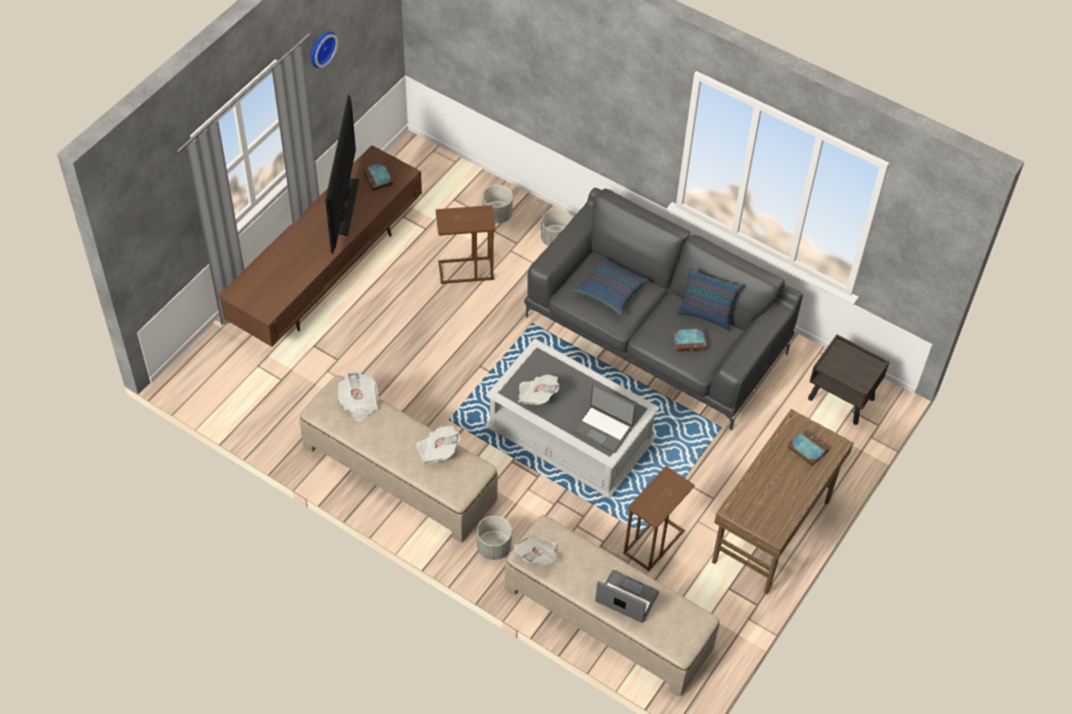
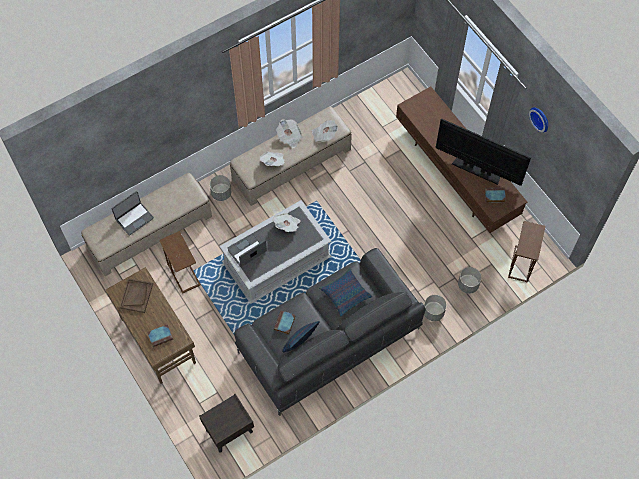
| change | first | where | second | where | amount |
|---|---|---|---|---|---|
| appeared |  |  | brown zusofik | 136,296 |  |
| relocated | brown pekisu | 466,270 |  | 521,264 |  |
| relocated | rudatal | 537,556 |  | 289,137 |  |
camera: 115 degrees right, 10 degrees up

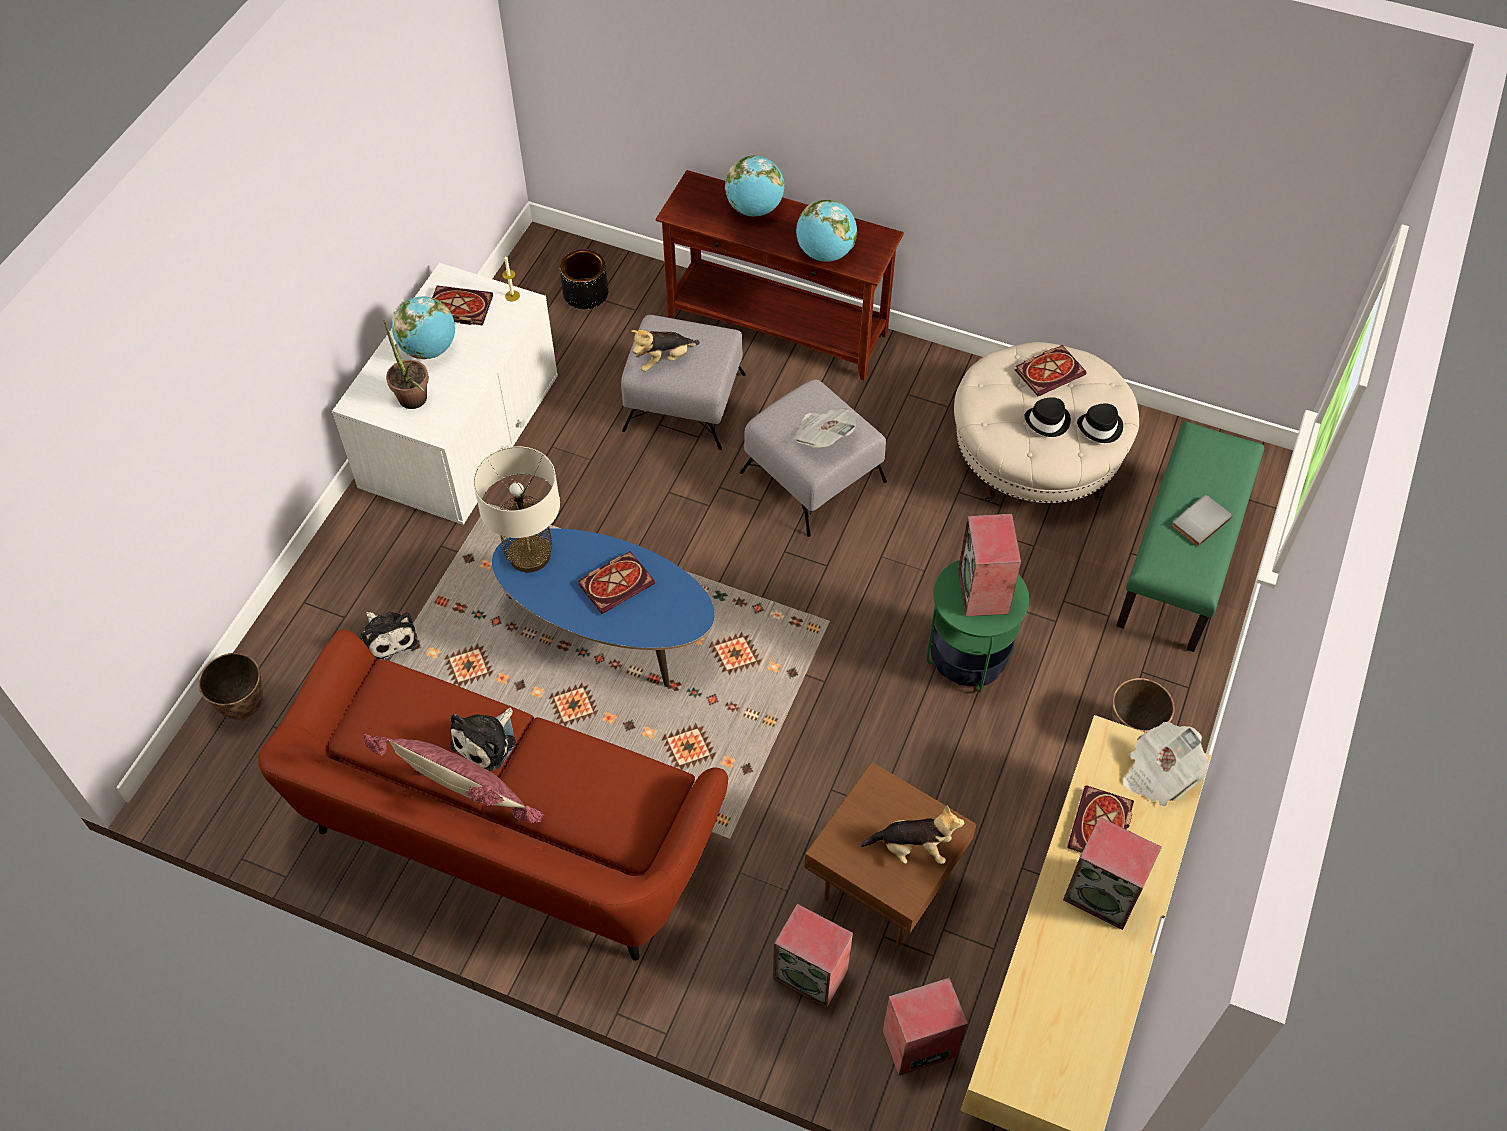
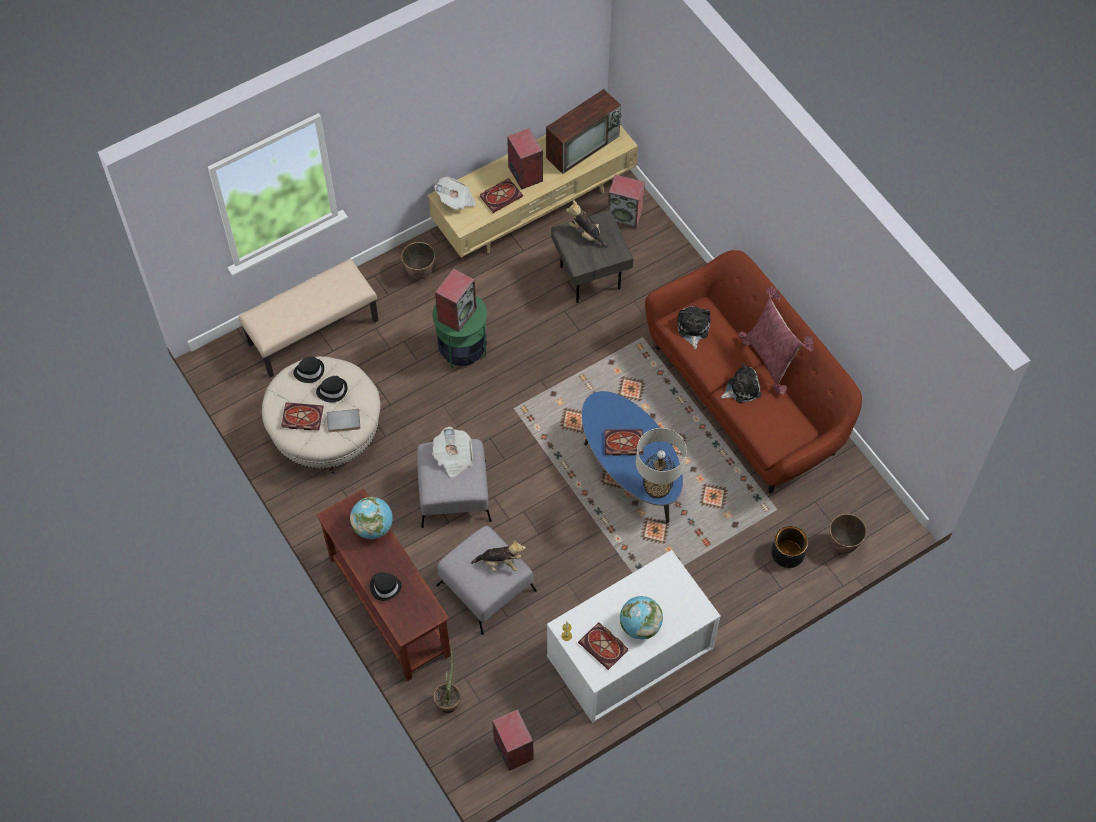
| change | first | where | second | where | amount |
|---|---|---|---|---|---|
| appeared |  |  | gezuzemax | 583,145 |  |
| relocated | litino | 387,637 |  | 693,328 |  |
| relocated | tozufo | 415,403 |  | 449,700 |  |
| relocated | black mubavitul | 586,294 |  | 787,553 |  |
| relocated | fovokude | 812,974 |  | 512,749 |  |
| relocated | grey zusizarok | 1199,521 |  | 343,422 |  |
| exchanged | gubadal | 754,209 | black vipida | 385,587 |  |
| colour | brown pekisu | 880,888 | grey pekisu | 592,278 |  |
| colour | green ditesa | 1181,561 | beige ditesa | 313,331 |  |
camera: 145 degrees left, 5 degrees up

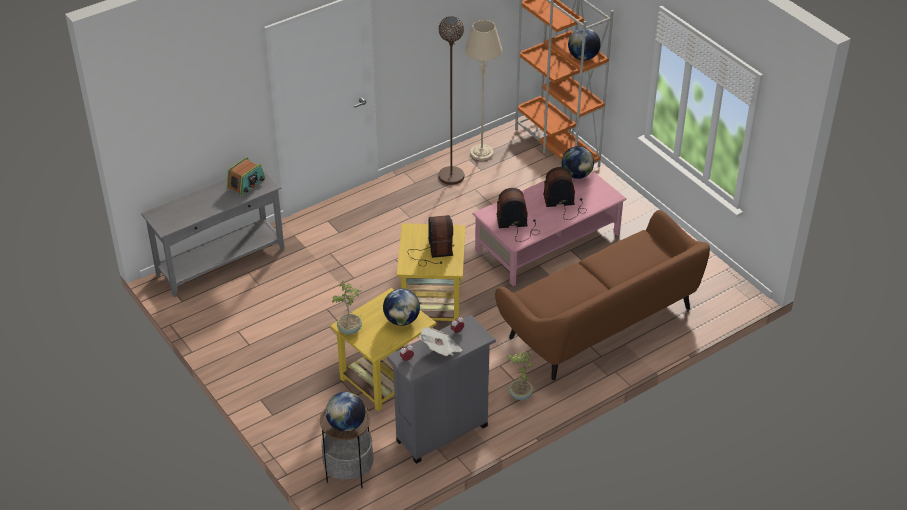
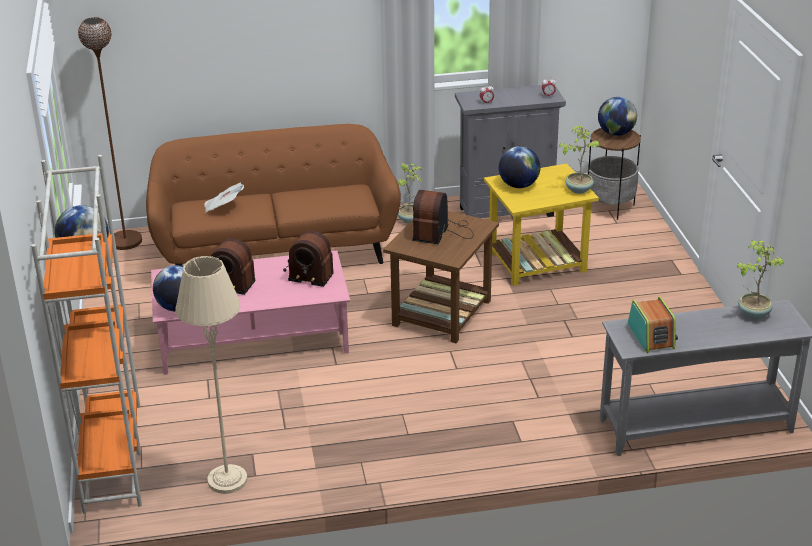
| change | first | where | second | where | amount |
|---|---|---|---|---|---|
| appeared |  |  | tozufo | 753,313 |  |
| relocated | rudatal | 440,350 |  | 223,207 |  |
| relocated | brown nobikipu | 451,176 |  | 125,241 |  |
| colour | yellow pekisu | 432,301 | brown pekisu | 441,313 |  |
| spun | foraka | 246,184 |  | 651,336 | 105 degrees clockwise |
camera: 155 degrees left, 10 degrees down

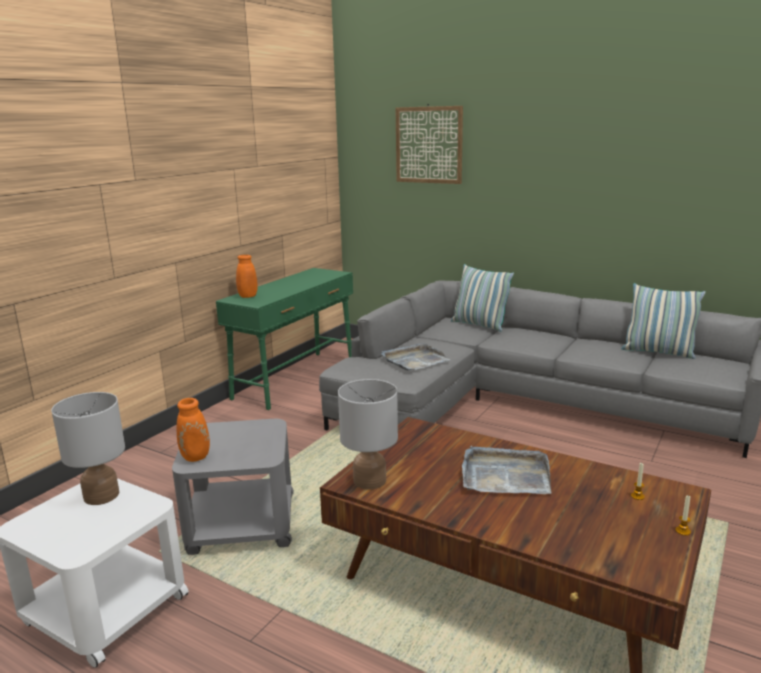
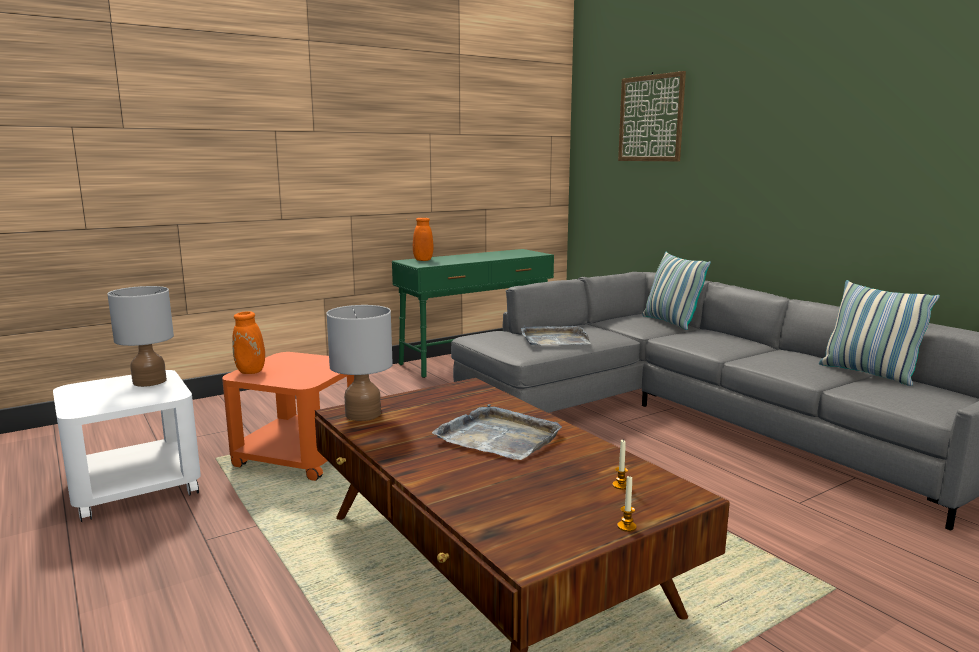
| change | first | where | second | where | amount |
|---|---|---|---|---|---|
| colour | grey pekisu | 241,524 | orange pekisu | 299,455 |  |
camera: 25 degrees right, 5 degrees down

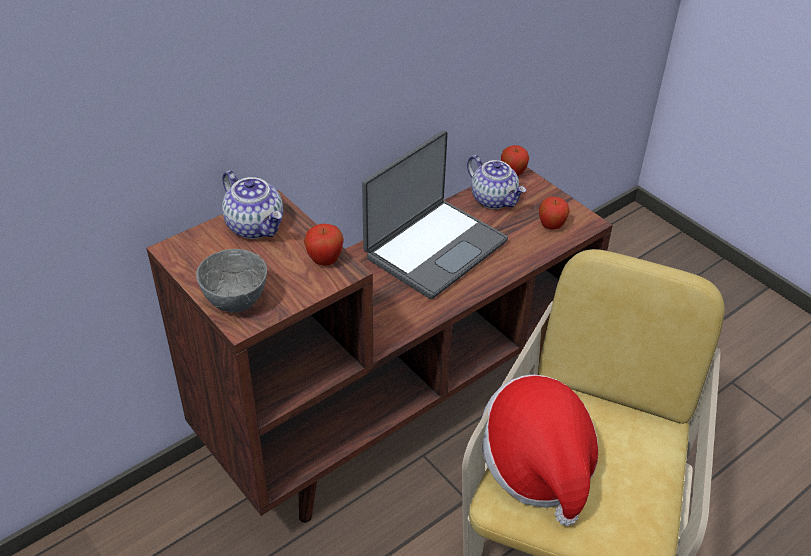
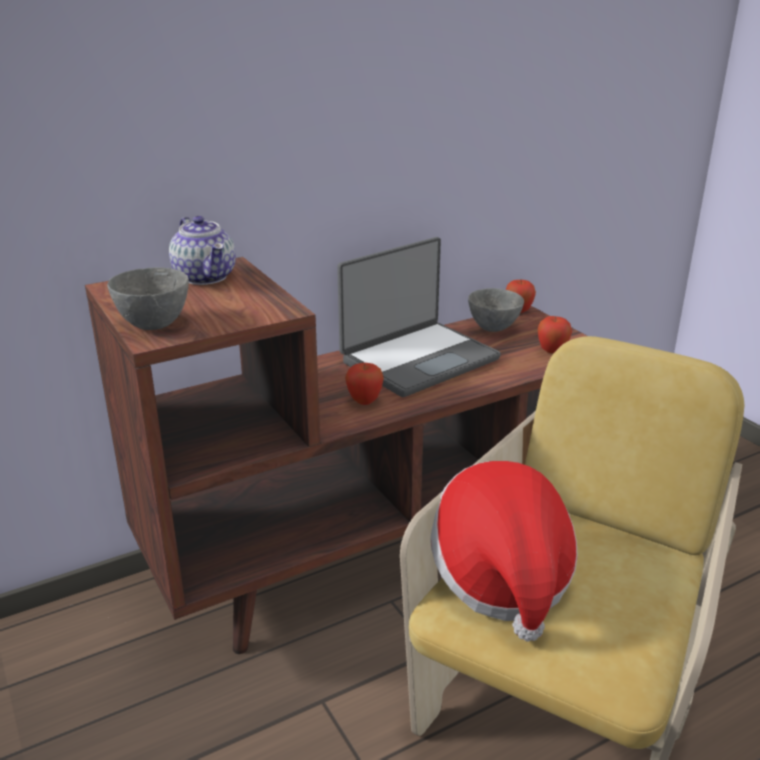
| change | first | where | second | where | amount |
|---|---|---|---|---|---|
| relocated | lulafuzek | 325,261 |  | 364,401 |  |
| exchanged | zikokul | 494,199 | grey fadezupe | 494,328 |  |
camera: 10 degrees right, 15 degrees down

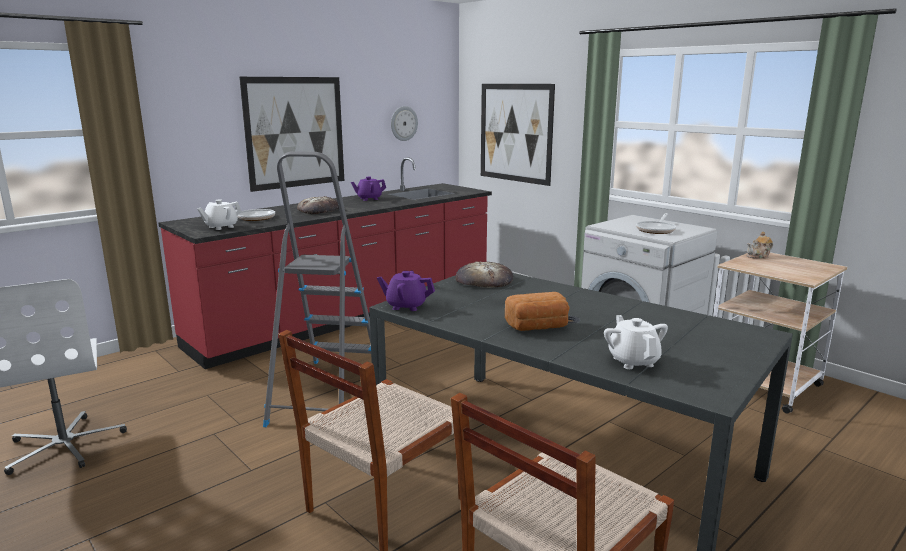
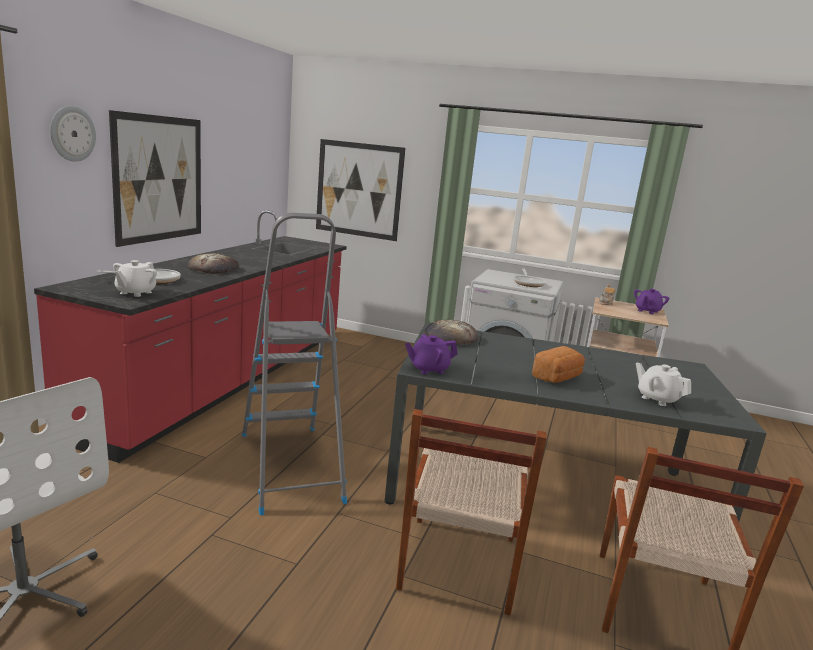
| change | first | where | second | where | amount |
|---|---|---|---|---|---|
| relocated | purple zikokul | 369,199 |  | 647,311 |  |
| relocated | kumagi | 403,123 |  | 72,133 |  |
camera: 30 degrees left, 0 degrees up

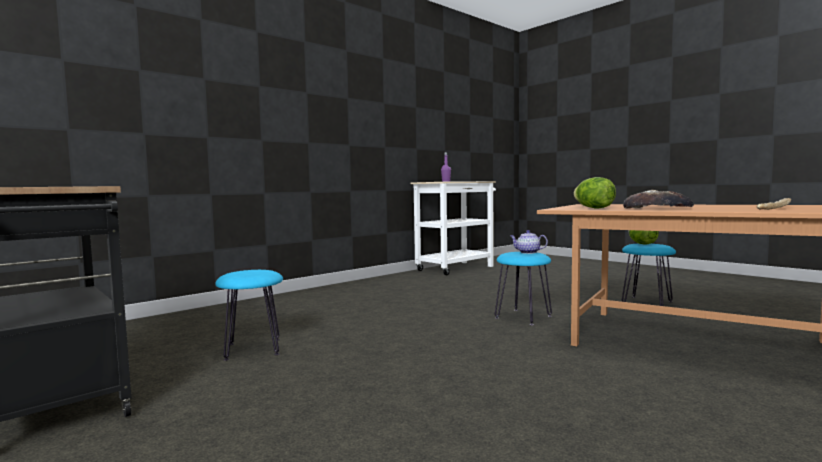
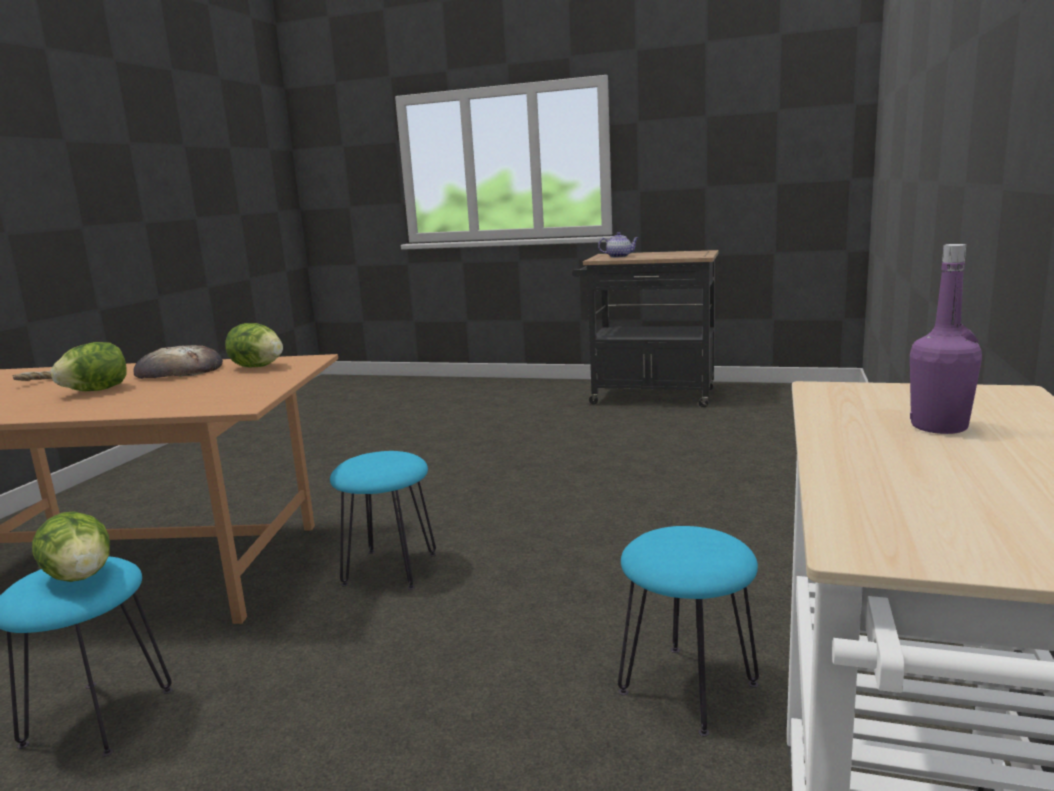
| change | first | where | second | where | amount |
|---|---|---|---|---|---|
| appeared |  |  | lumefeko | 96,391 |  |
| relocated | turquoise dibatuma | 253,349 |  | 688,688 |  |
| relocated | zikokul | 527,252 |  | 619,256 |  |
camera: 150 degrees right, 10 degrees up

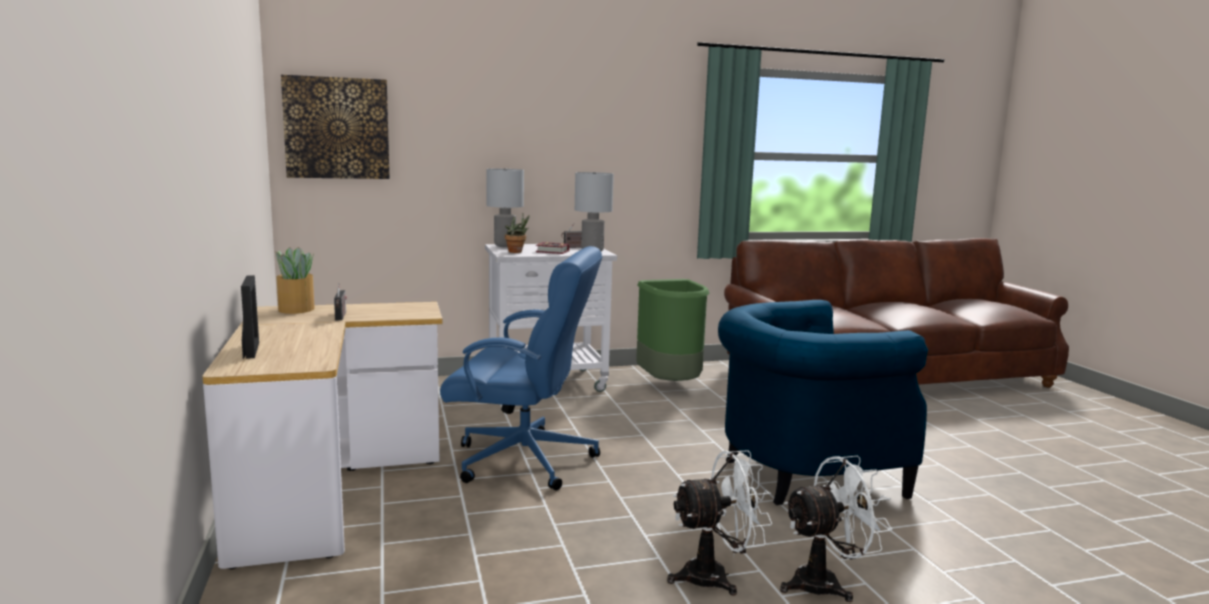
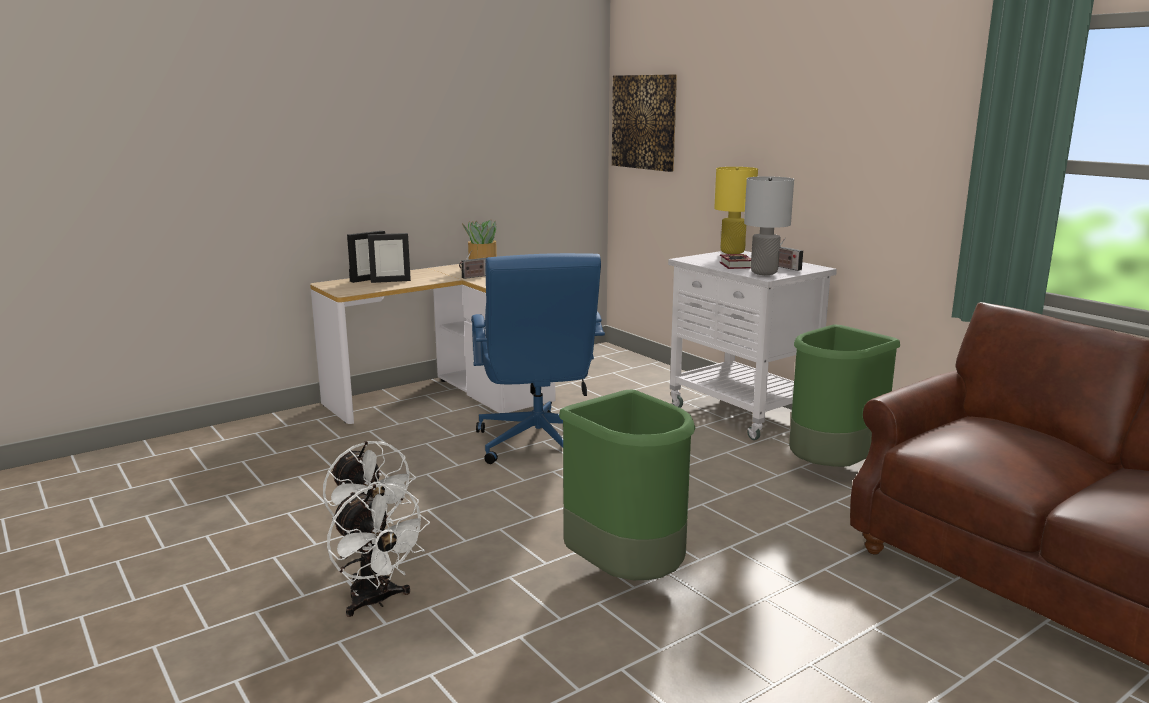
| change | first | where | second | where | amount |
|---|---|---|---|---|---|
| missing | tozufo | 517,252 |  |  |  |
| appeared |  |  | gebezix | 390,281 |  |
| exchanged | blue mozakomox | 802,475 | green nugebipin | 627,574 |  |
| colour | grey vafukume | 504,246 | yellow vafukume | 732,253 |  |
camera: 70 degrees right, 5 degrees up

